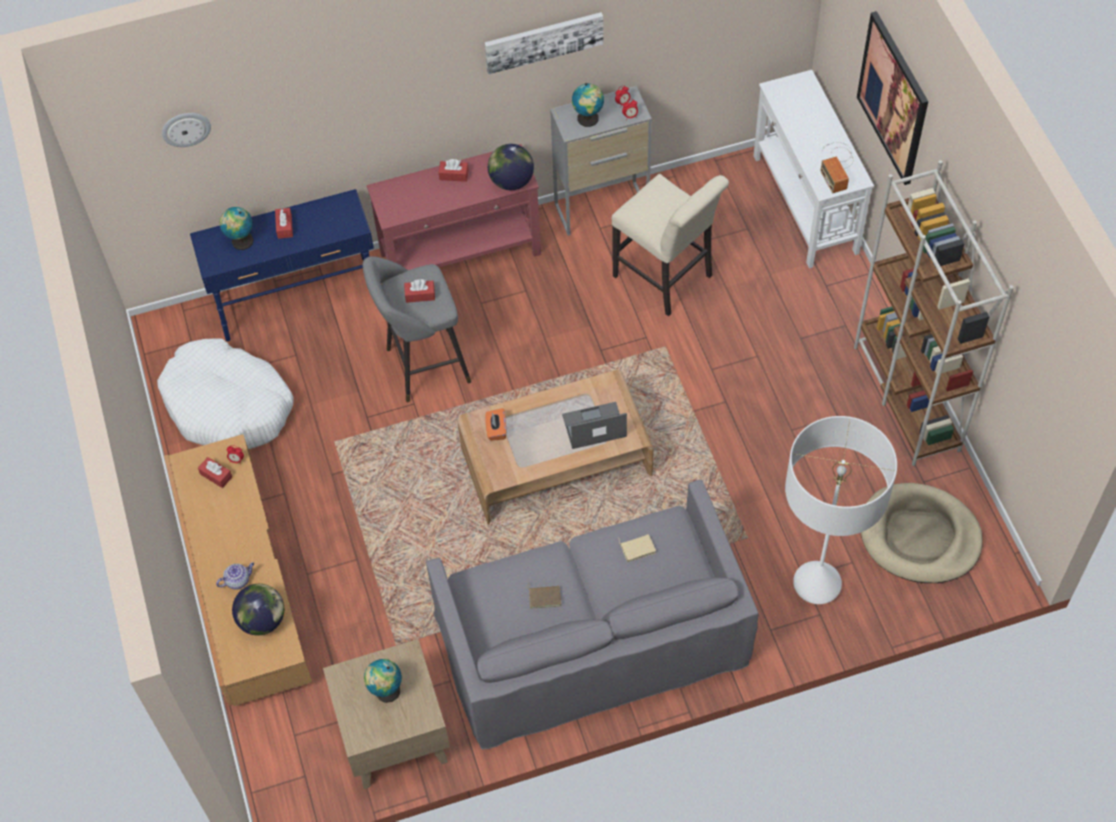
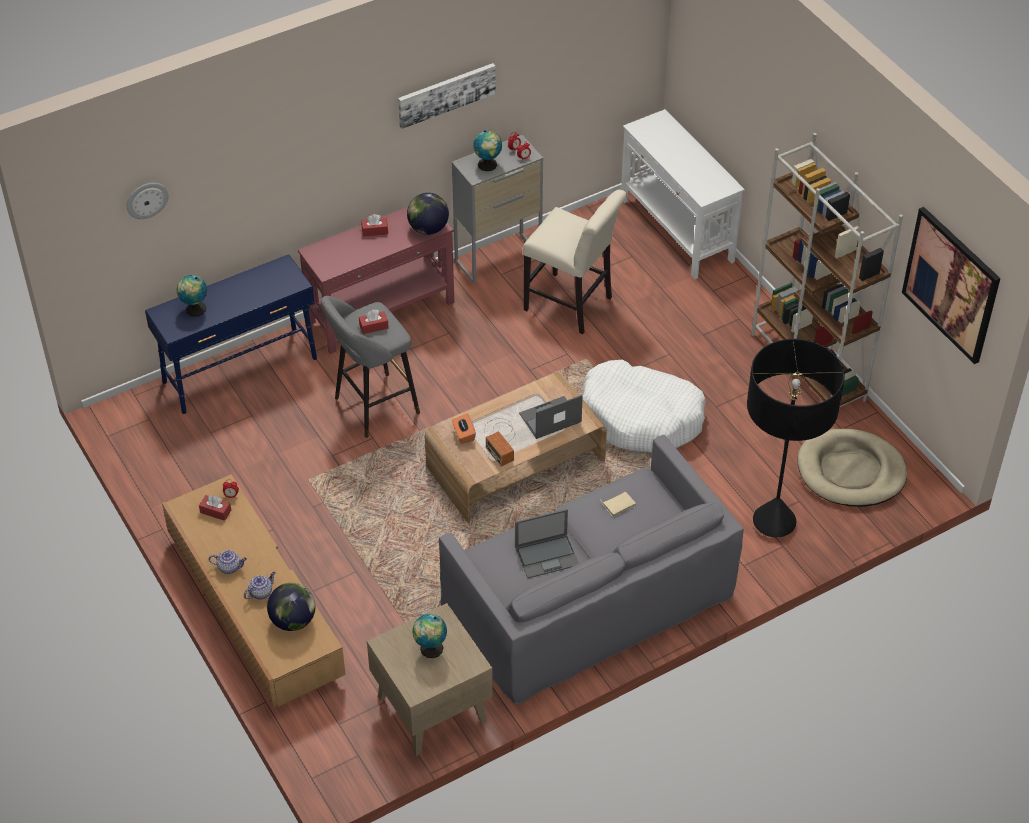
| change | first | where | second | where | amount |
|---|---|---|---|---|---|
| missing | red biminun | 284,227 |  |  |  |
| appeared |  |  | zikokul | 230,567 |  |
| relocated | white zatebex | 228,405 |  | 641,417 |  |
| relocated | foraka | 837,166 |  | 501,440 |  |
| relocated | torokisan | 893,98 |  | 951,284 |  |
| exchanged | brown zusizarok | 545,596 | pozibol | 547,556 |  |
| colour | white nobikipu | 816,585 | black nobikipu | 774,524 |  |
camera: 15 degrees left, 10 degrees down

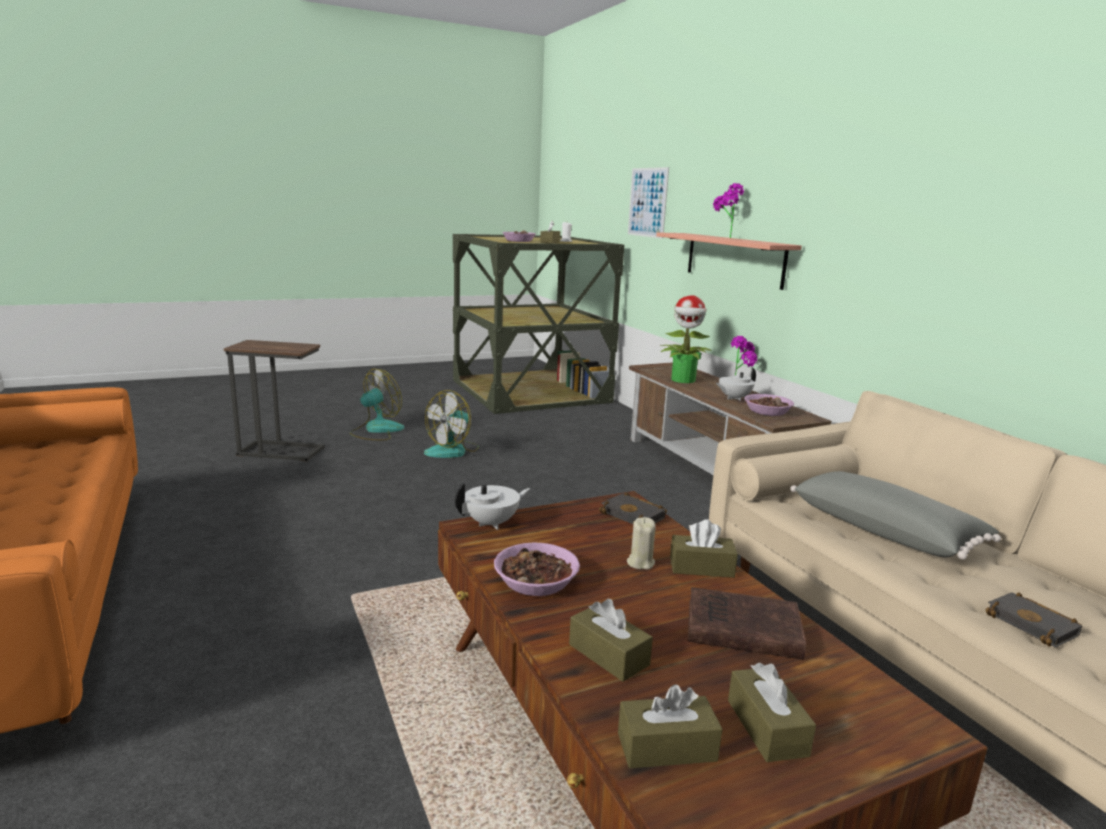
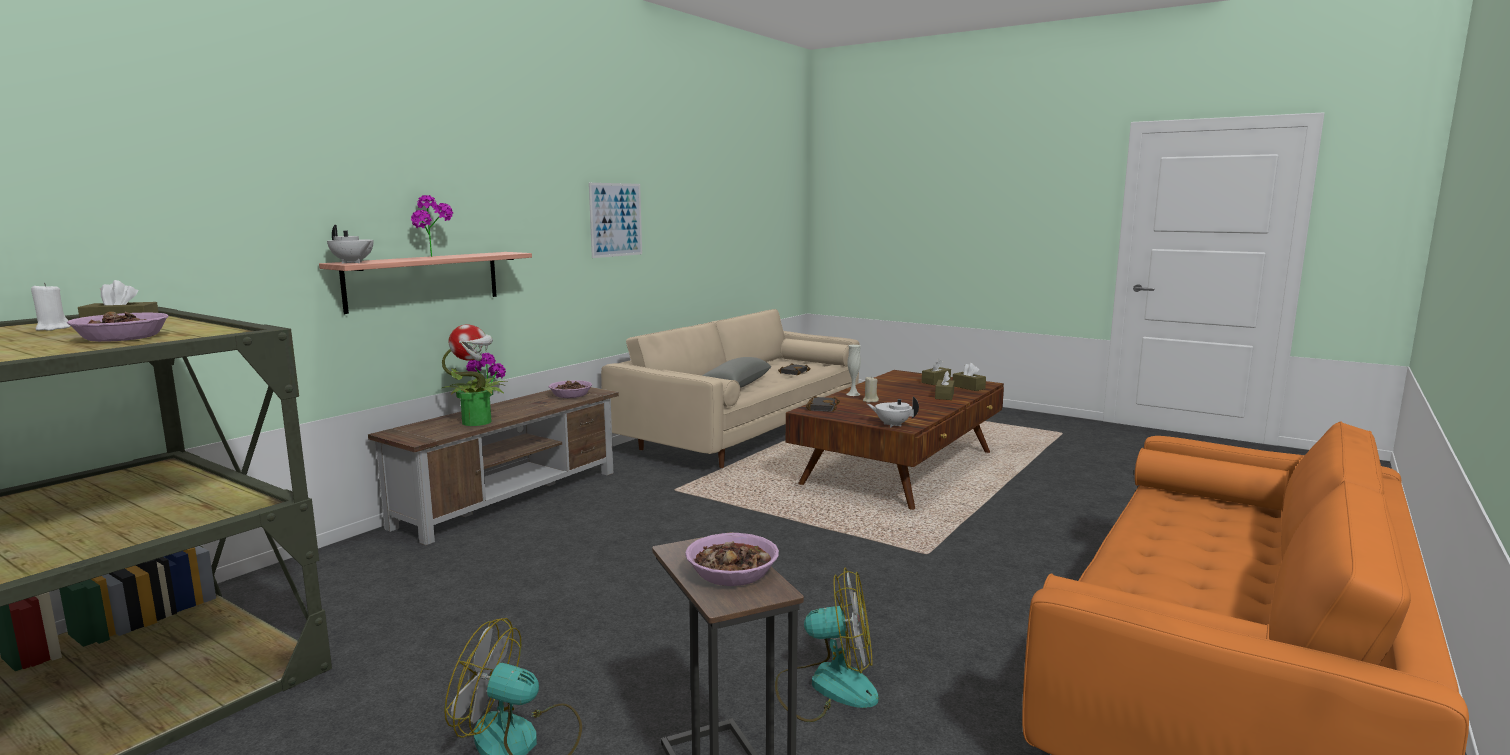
| change | first | where | second | where | amount |
|---|---|---|---|---|---|
| missing | brown zusizarok | 739,629 |  |  |  |
| relocated | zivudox | 453,450 |  | 827,687 |  |
| relocated | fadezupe | 535,581 |  | 733,573 |  |
| relocated | torokisan | 647,202 |  | 616,220 |  |
| relocated | white zikokul | 734,398 |  | 352,262 |  |
| exchanged | brown biminun | 701,567 | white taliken | 853,394 |  |
camera: 120 degrees left, 5 degrees down

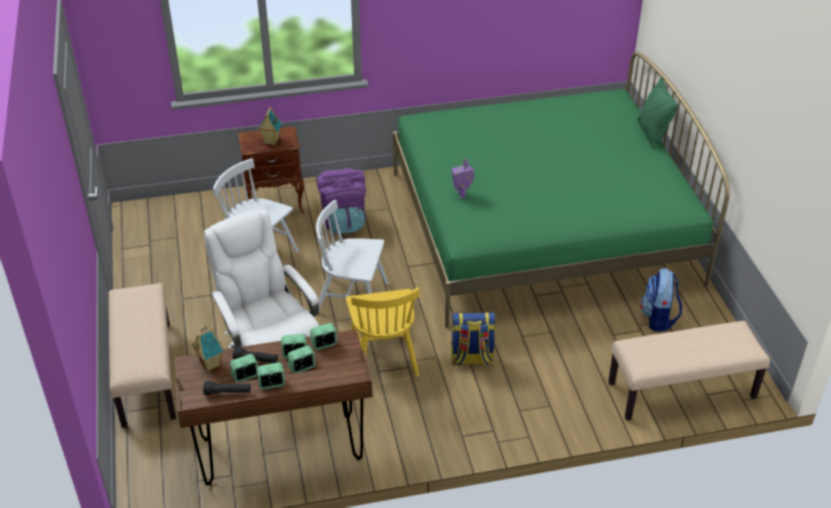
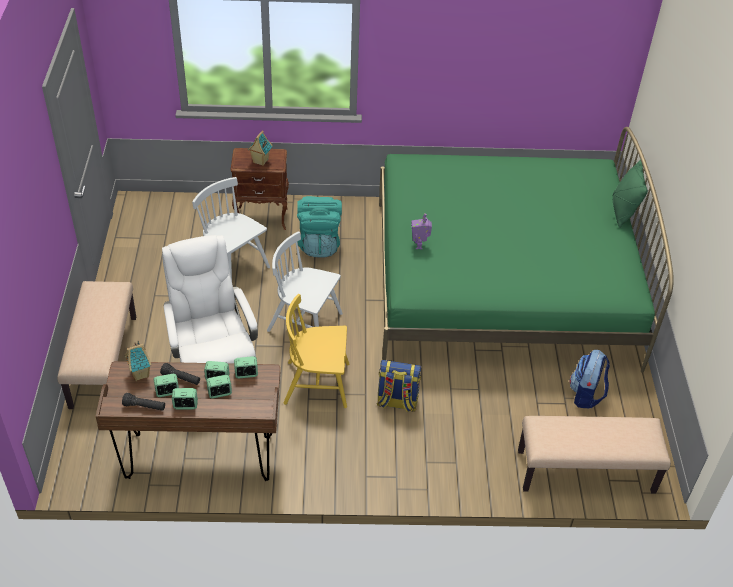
| change | first | where | second | where | amount |
|---|---|---|---|---|---|
| colour | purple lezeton | 343,221 | turquoise lezeton | 319,244 |  |
| spun | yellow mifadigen | 383,355 |  | 317,384 | 90 degrees clockwise |
camera: 10 degrees right, 5 degrees up

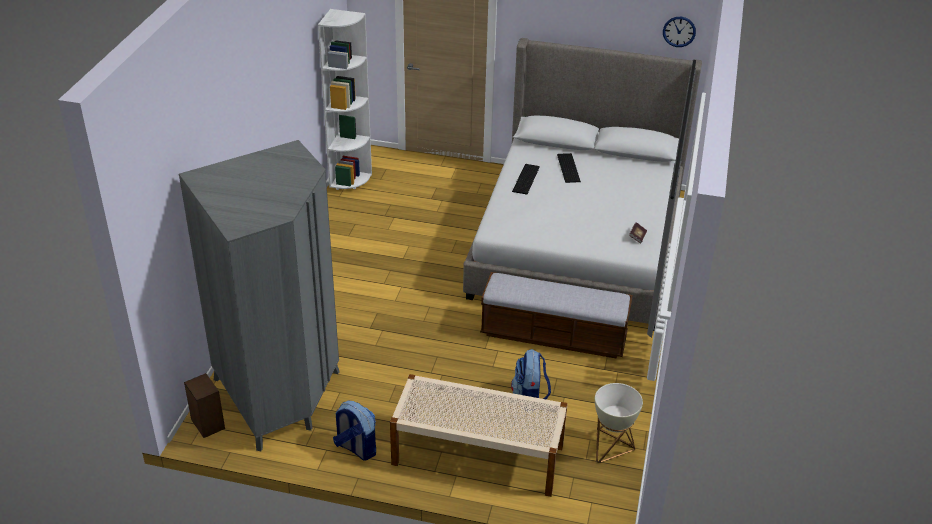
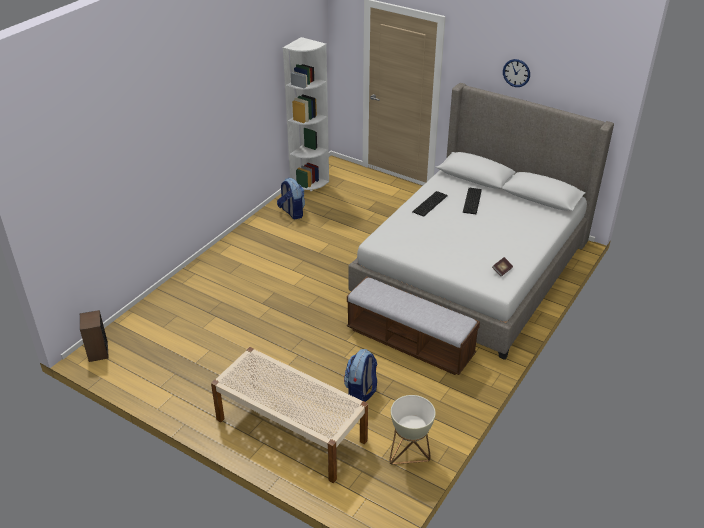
| change | first | where | second | where | amount |
|---|---|---|---|---|---|
| missing | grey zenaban | 281,391 |  |  |  |
| relocated | lezeton | 356,448 |  | 292,212 |  |
| relocated | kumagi | 679,31 |  | 516,73 |  |
camera: 20 degrees right, 0 degrees up

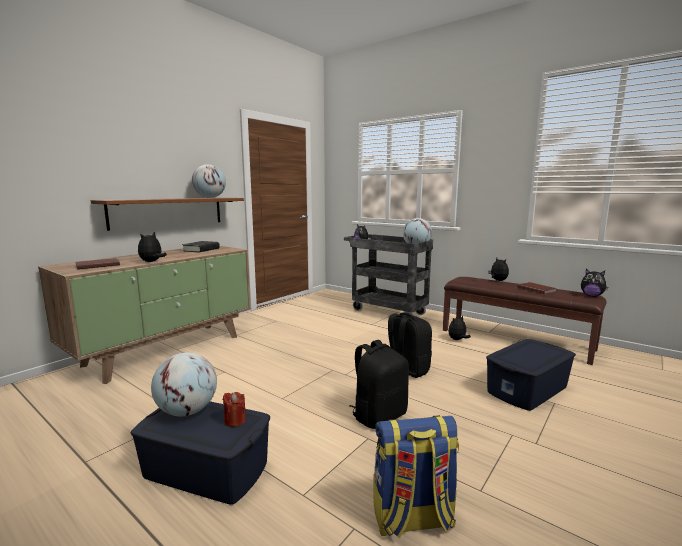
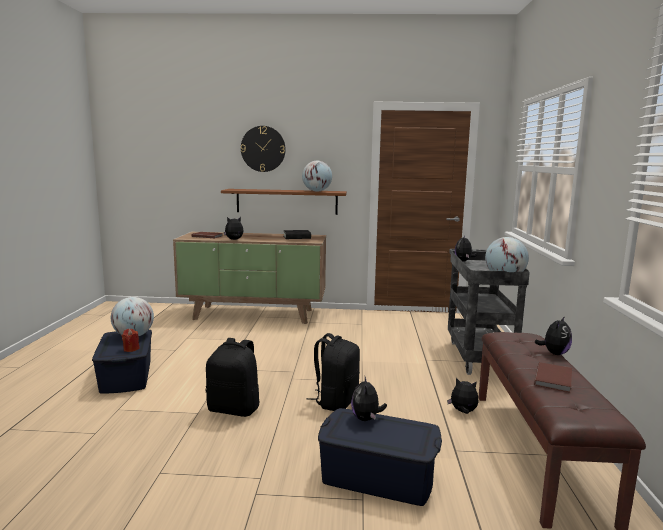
| change | first | where | second | where | amount |
|---|---|---|---|---|---|
| missing | lezeton | 412,519 |  |  |  |
| appeared |  |  | kumagi | 263,149 |  |
| relocated | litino | 592,295 |  | 366,419 |  |
camera: 55 degrees right, 0 degrees up

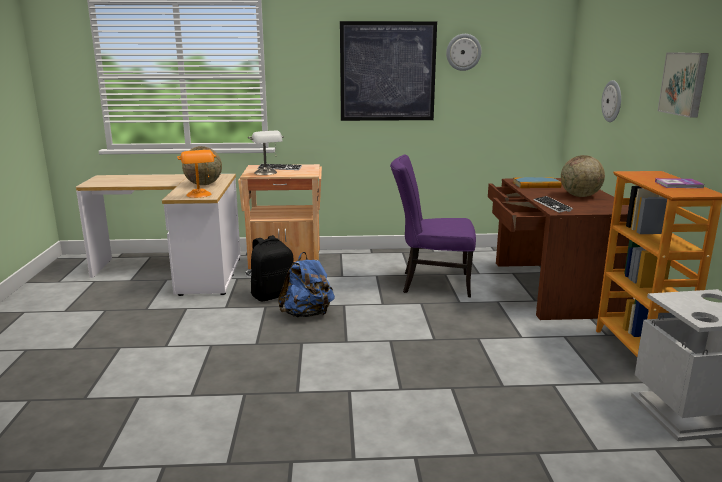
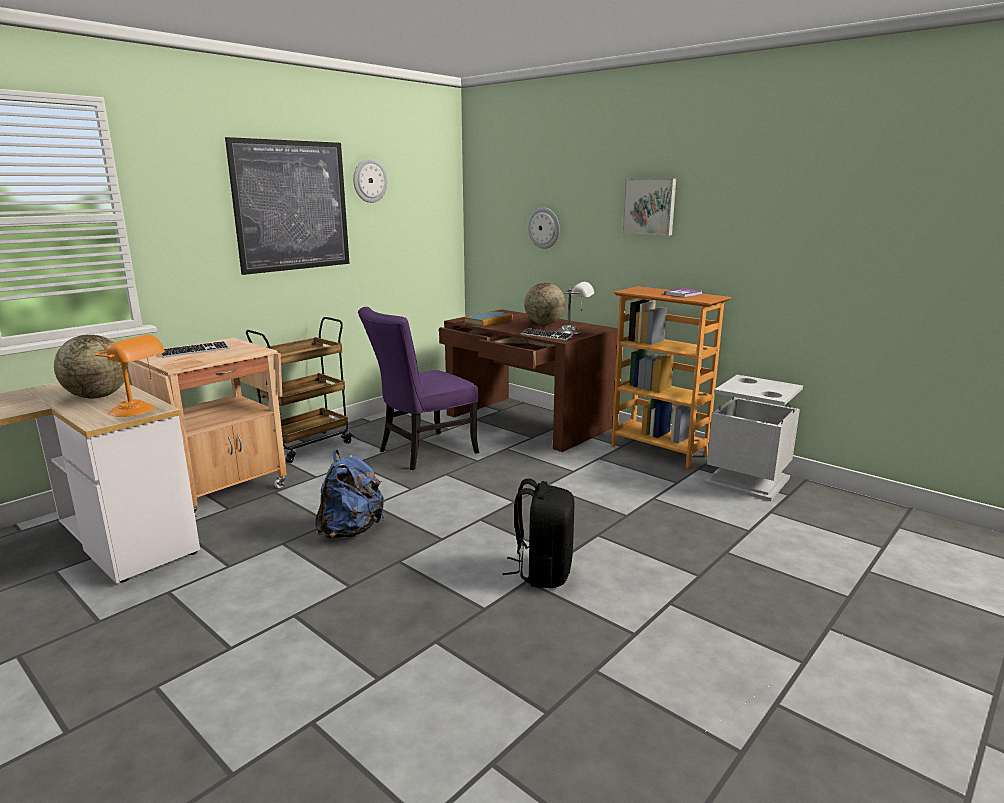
| change | first | where | second | where | amount |
|---|---|---|---|---|---|
| appeared |  |  | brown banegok | 308,446 |  |
| relocated | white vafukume | 267,173 |  | 574,331 |  |
| relocated | black lezeton | 273,295 |  | 543,572 |  |
camera: 45 degrees left, 0 degrees up

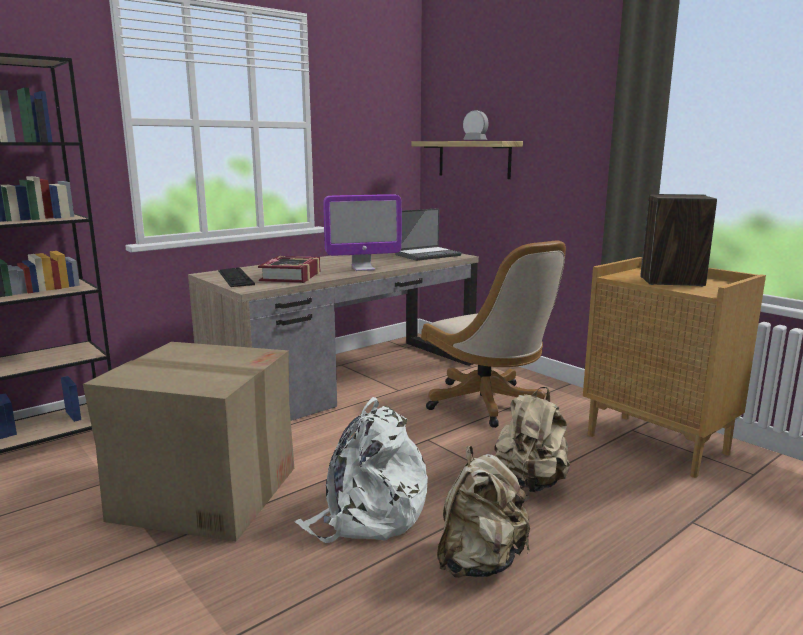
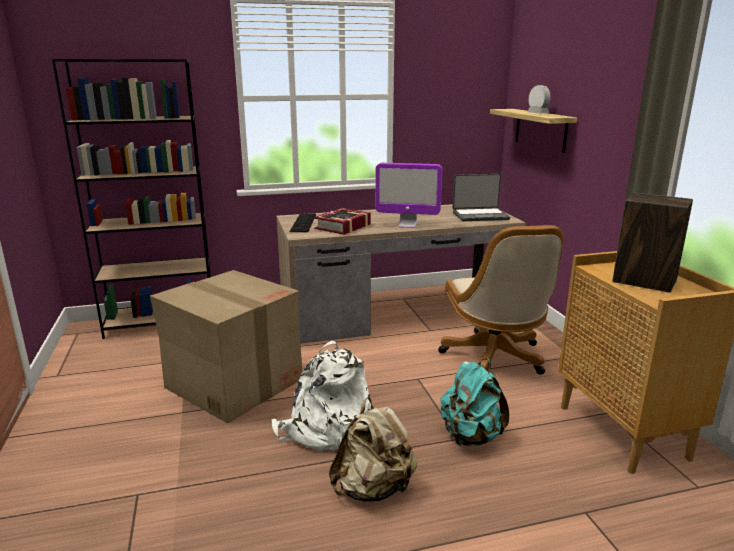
| change | first | where | second | where | amount |
|---|---|---|---|---|---|
| colour | beige lezeton | 531,482 | turquoise lezeton | 471,436 |  |
camera: 25 degrees right, 5 degrees up

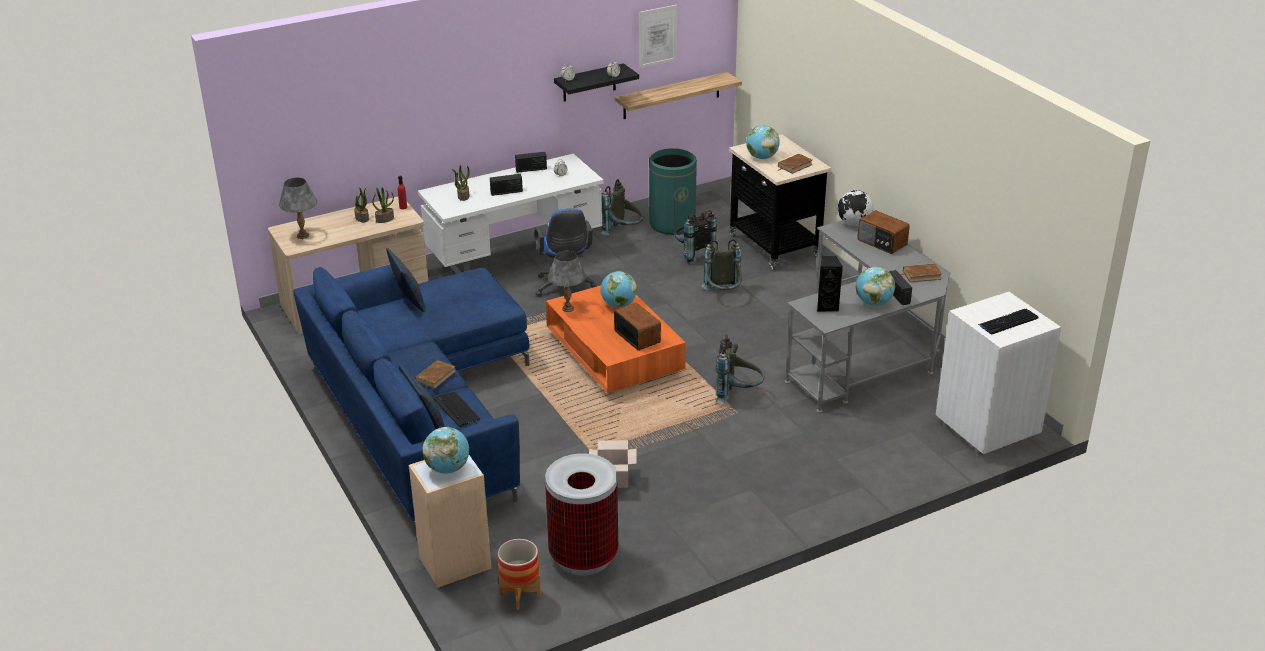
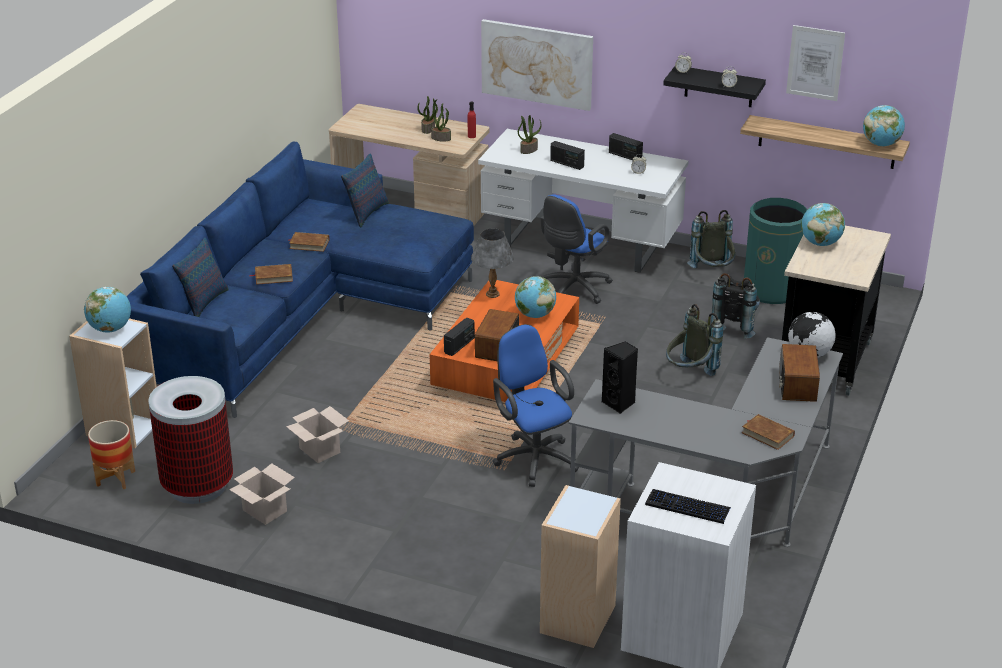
| change | first | where | second | where | amount |
|---|---|---|---|---|---|
| missing | grey vafukume | 303,236 |  |  |  |
| missing | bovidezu | 456,410 |  |  |  |
| appeared |  |  | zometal | 263,510 |  |
| appeared |  |  | torokisan | 537,64 |  |
| appeared |  |  | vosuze | 576,619 |  |
| relocated | brown zusizarok | 794,165 |  | 309,244 |  |
| relocated | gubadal | 873,303 |  | 881,144 |  |
| relocated | foraka | 898,295 |  | 459,345 |  |
| exchanged | grey lezeton | 738,395 | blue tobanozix | 533,457 |  |
camera: 50 degrees right, 0 degrees up

